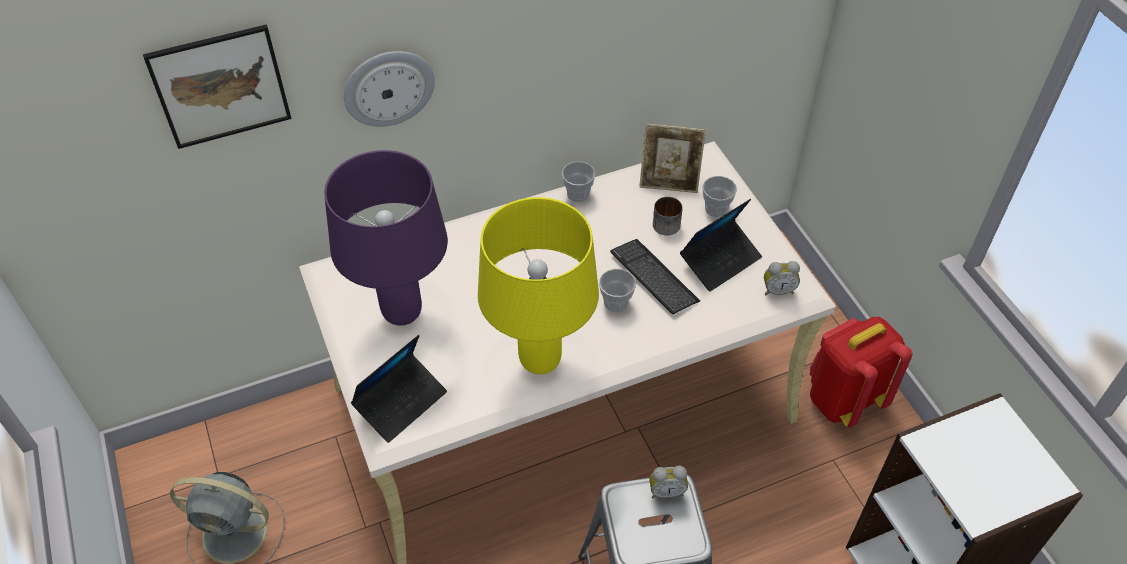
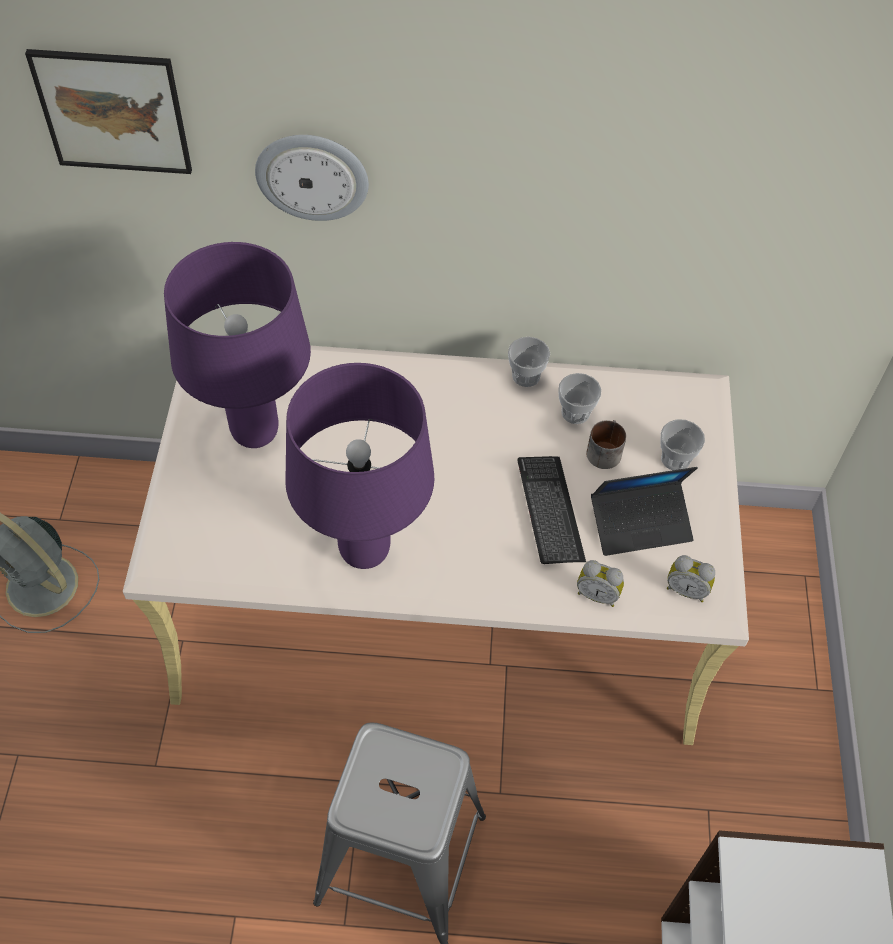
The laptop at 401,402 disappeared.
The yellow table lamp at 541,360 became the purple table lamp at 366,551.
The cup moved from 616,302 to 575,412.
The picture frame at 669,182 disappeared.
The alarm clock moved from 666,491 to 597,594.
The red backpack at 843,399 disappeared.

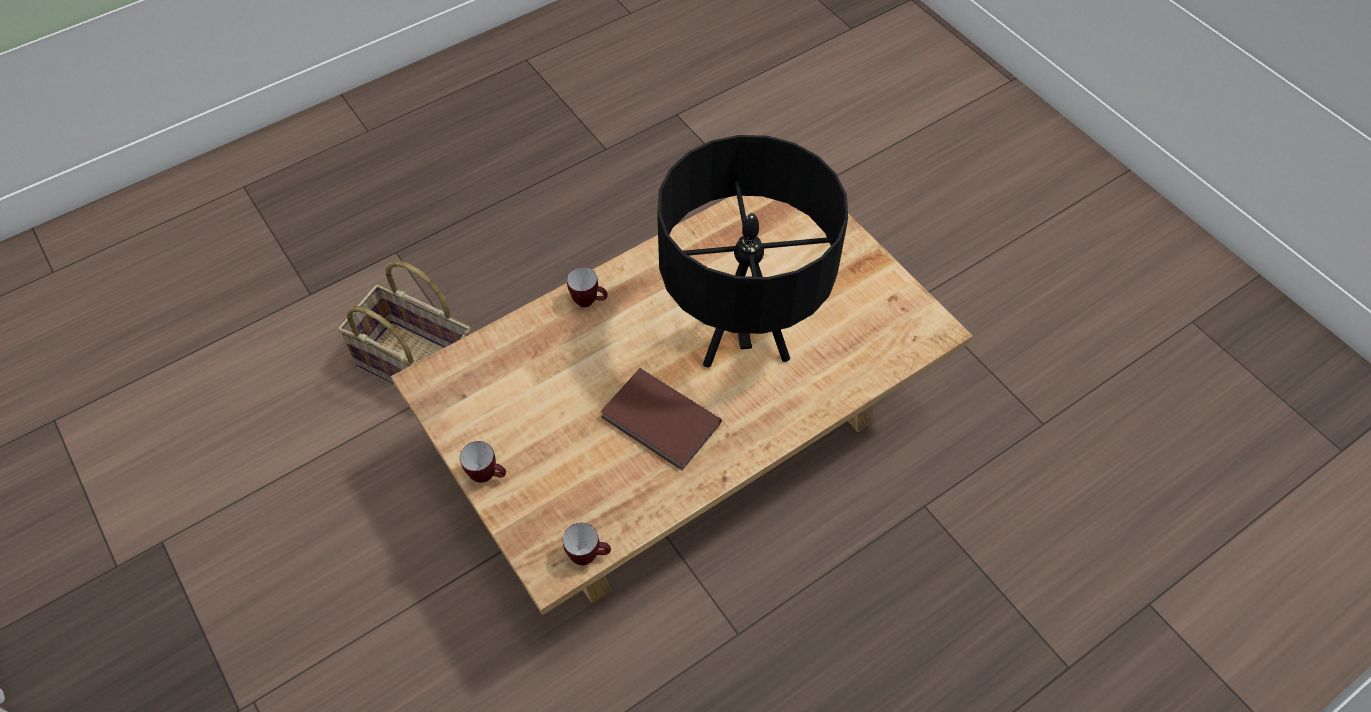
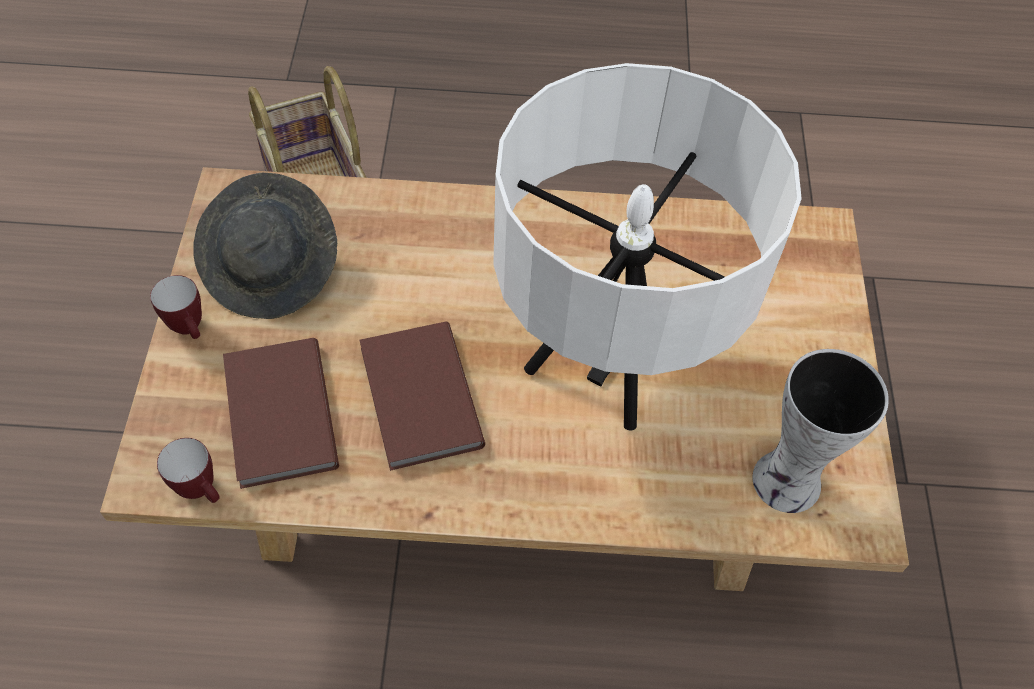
The mug at 589,302 disappeared.
The black table lamp at 743,329 became the white table lamp at 610,358.
The grey hat at 272,268 appeared.
The brown book at 277,416 appeared.
The vase at 783,482 appeared.

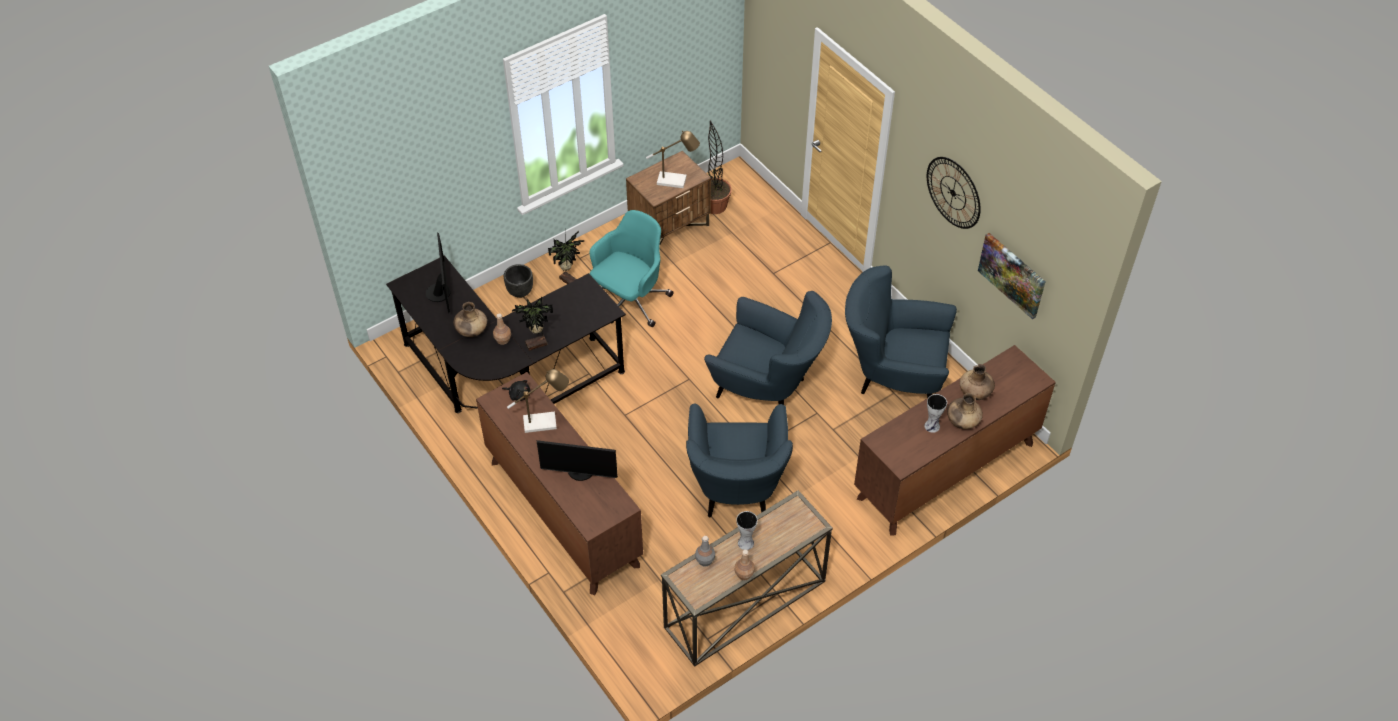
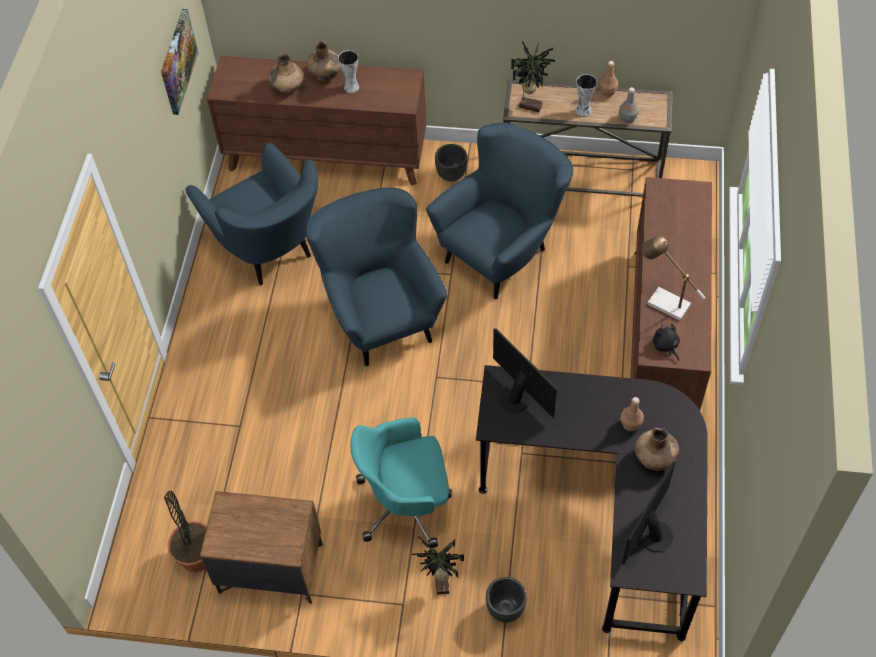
The potted plant moved from 537,345 to 530,105.
The monitor moved from 580,472 to 517,396.
The table lamp at 676,181 disappeared.
The wall clock at 953,192 disappeared.
The black planter at 451,175 appeared.

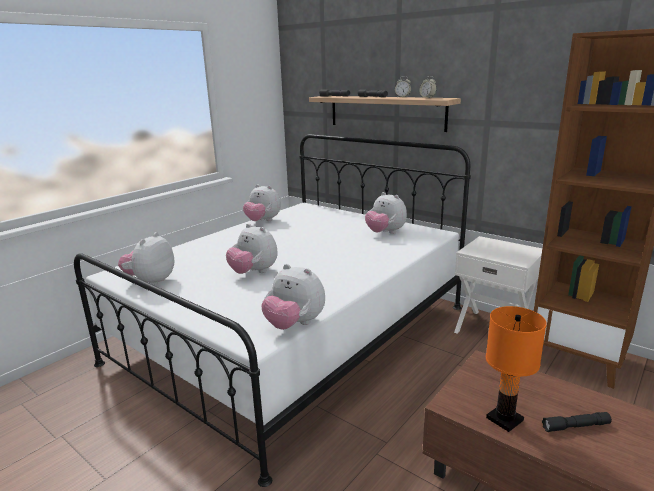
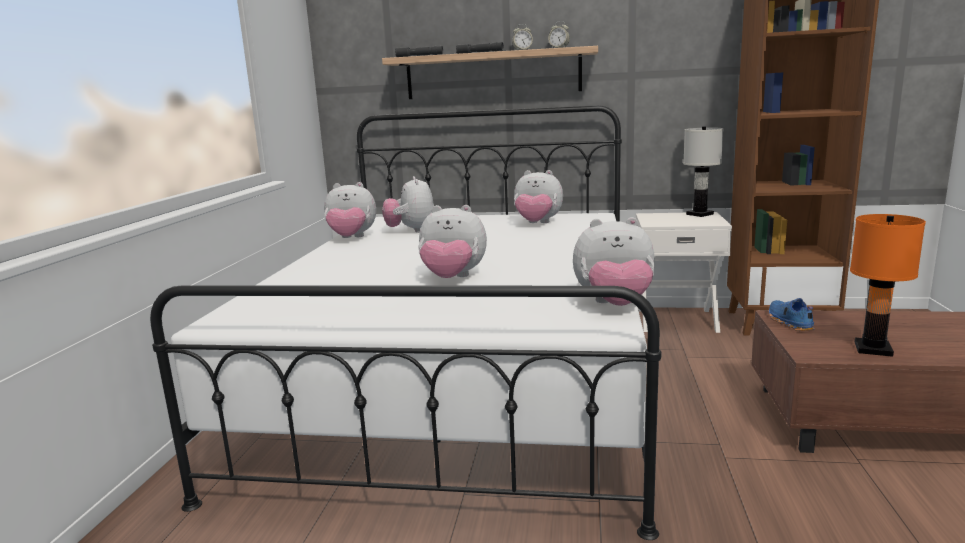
The plush toy moved from 151,281 to 411,231.
The black flashlight at 576,426 disappeared.
The white table lamp at 699,214 appeared.
The blue shoe at 789,322 appeared.

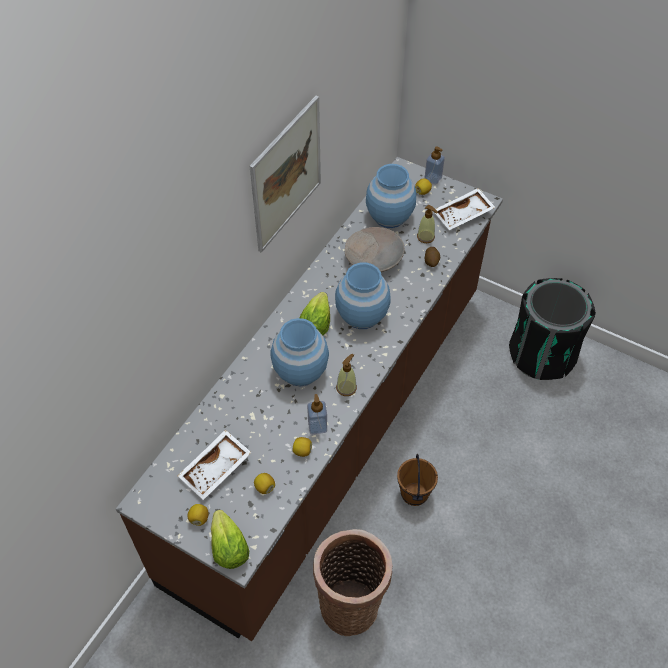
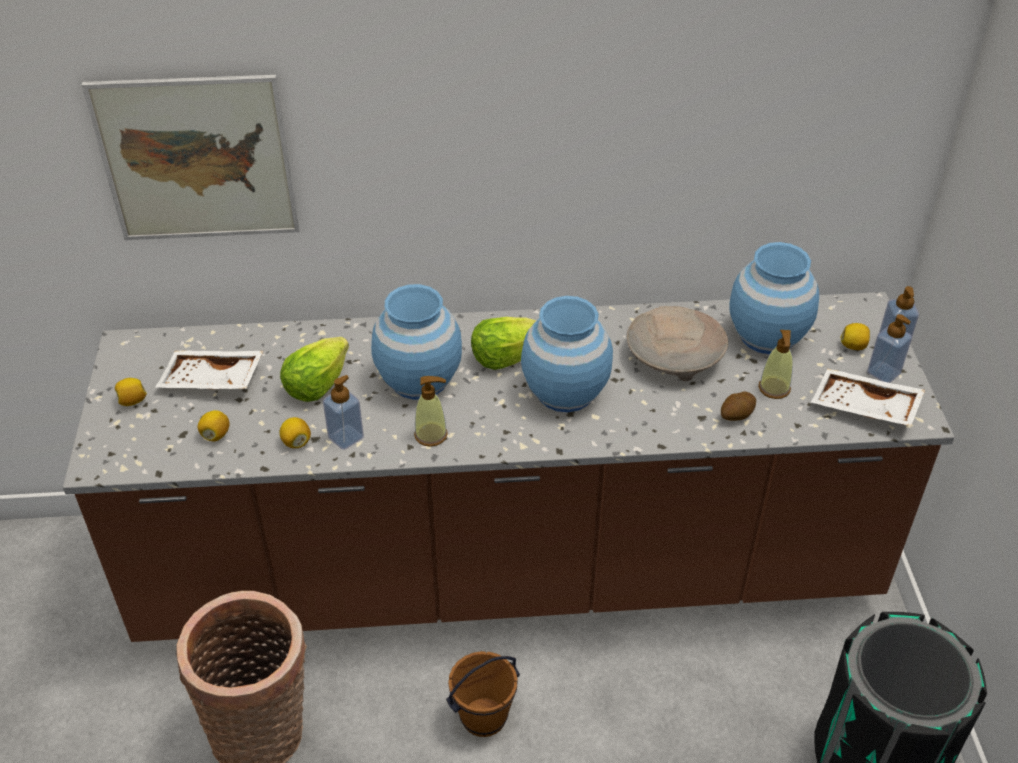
The lettuce moved from 229,548 to 316,385.
The picture moved from 286,174 to 197,159.
The soap dispenser at 883,373 appeared.

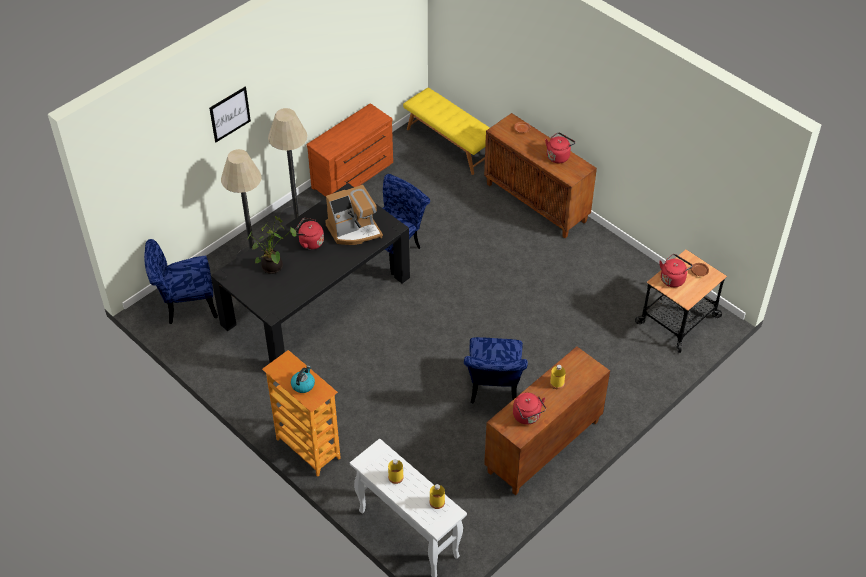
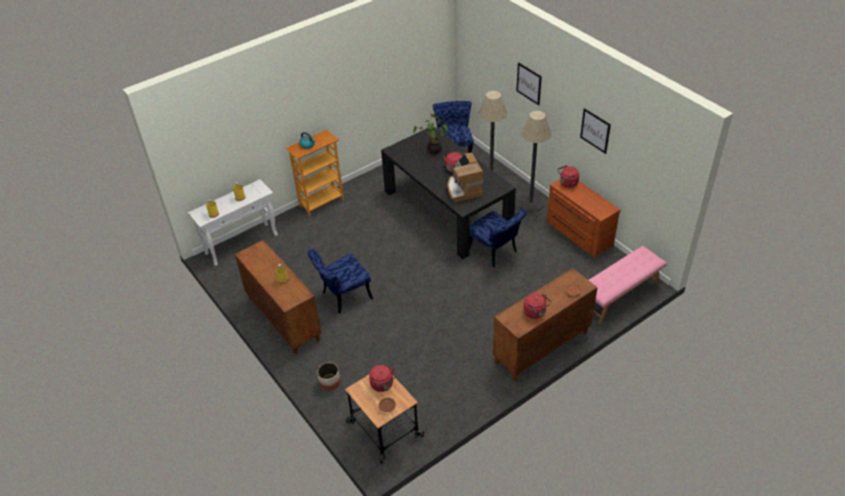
The yellow bench at 450,144 became the pink bench at 620,296.
The blue chair at 493,389 turned 45 degrees counterclockwise.
The red kettle moved from 528,417 to 567,183.
The planter at 329,382 appeared.
The picture at 595,130 appeared.

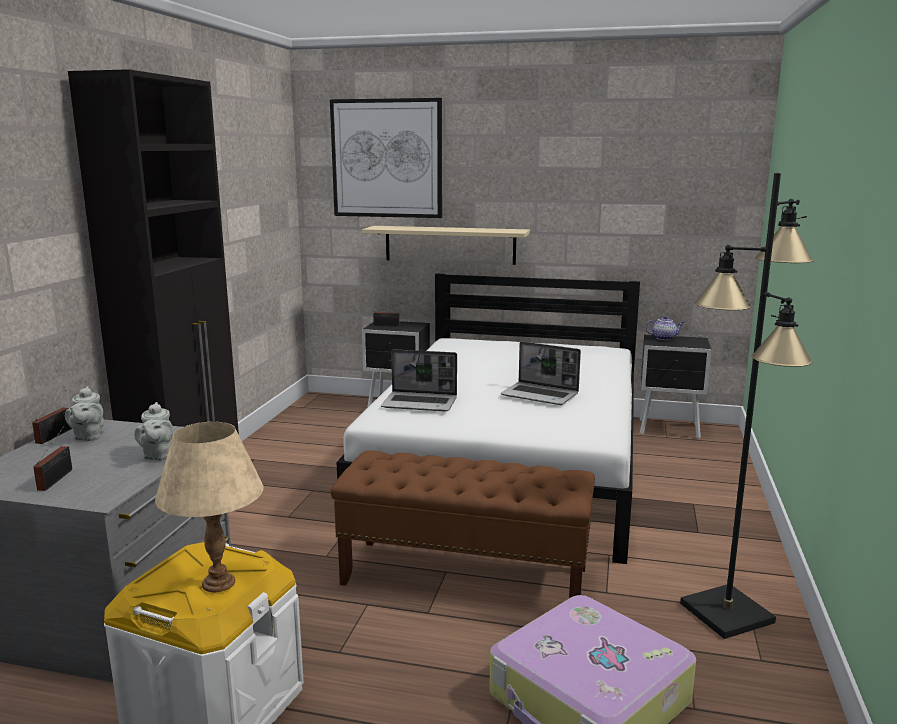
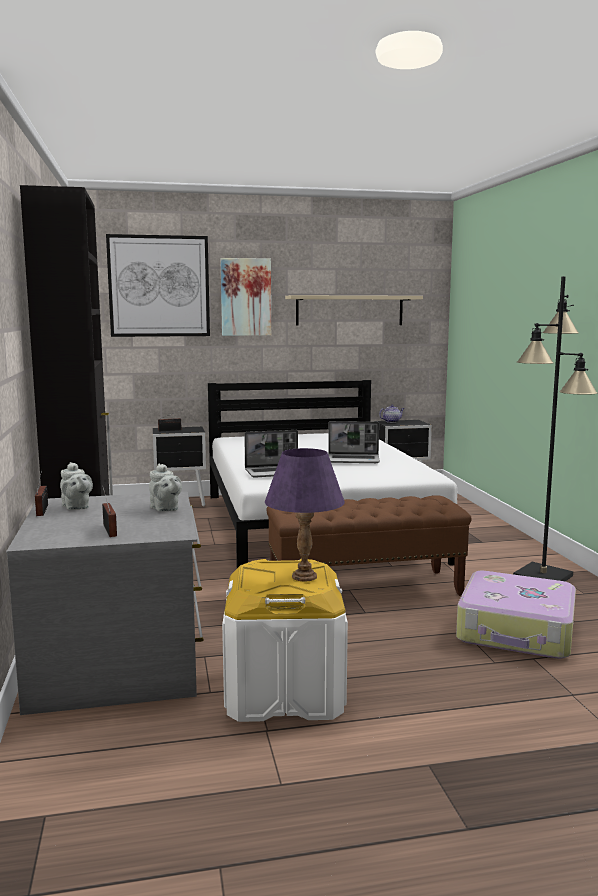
The beige table lamp at 218,583 became the purple table lamp at 304,577.
The beige shelf moved from 450,245 to 349,310.
The picture at 246,297 appeared.

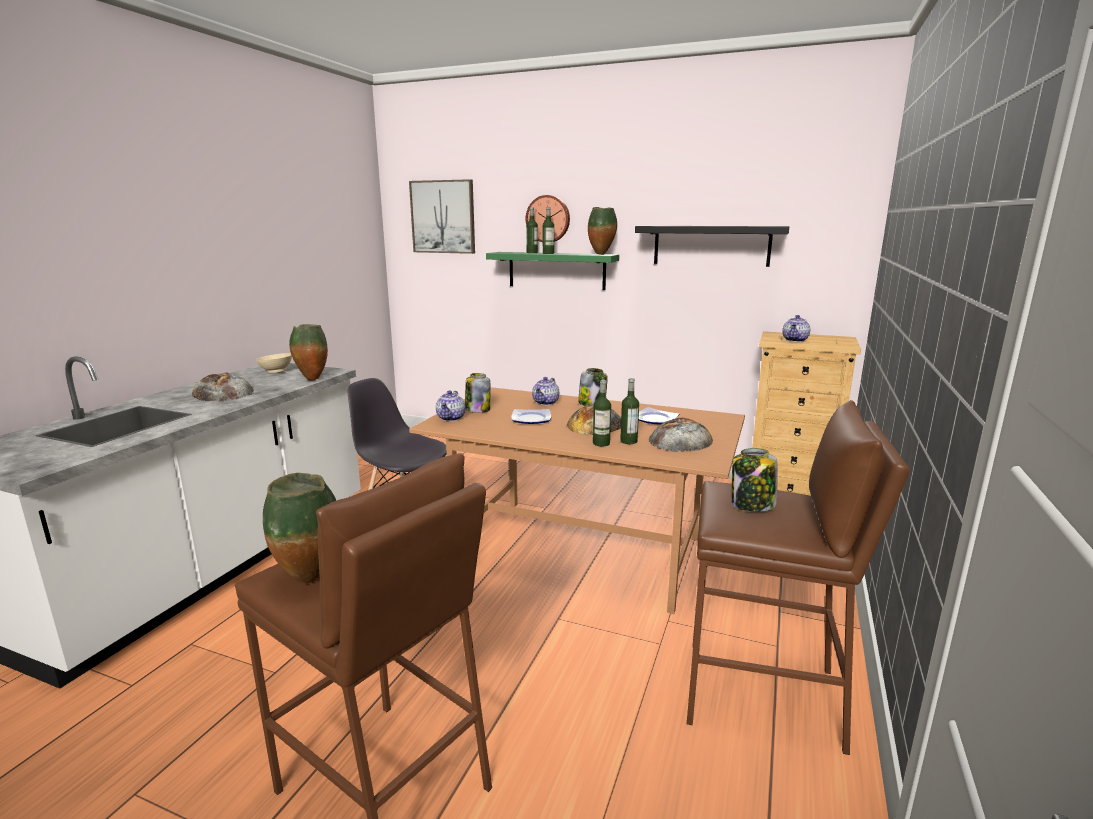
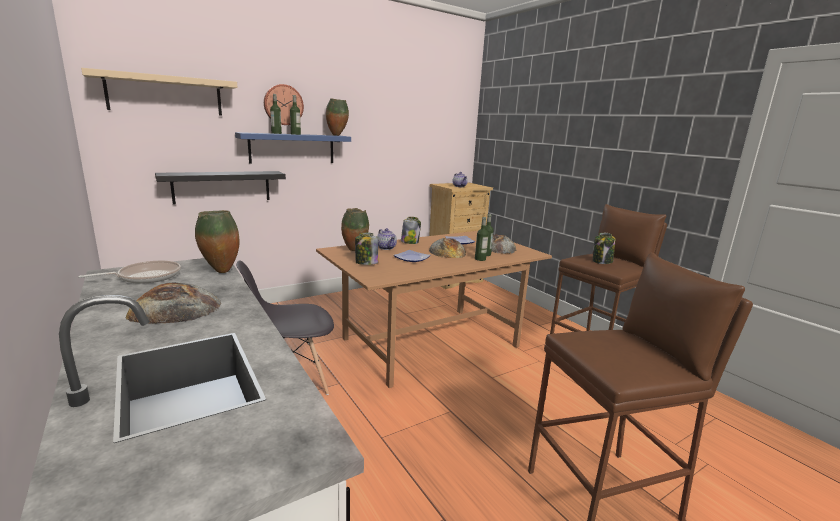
The beige bowl at 276,371 was replaced by the frying pan at 146,277.
The vase moved from 311,580 to 355,250.
The picture at 443,217 was replaced by the beige shelf at 165,95.
The teapot at 451,418 disappeared.
The green shelf at 556,270 became the blue shelf at 292,148.
The black shelf moved from 711,245 to 222,187.

